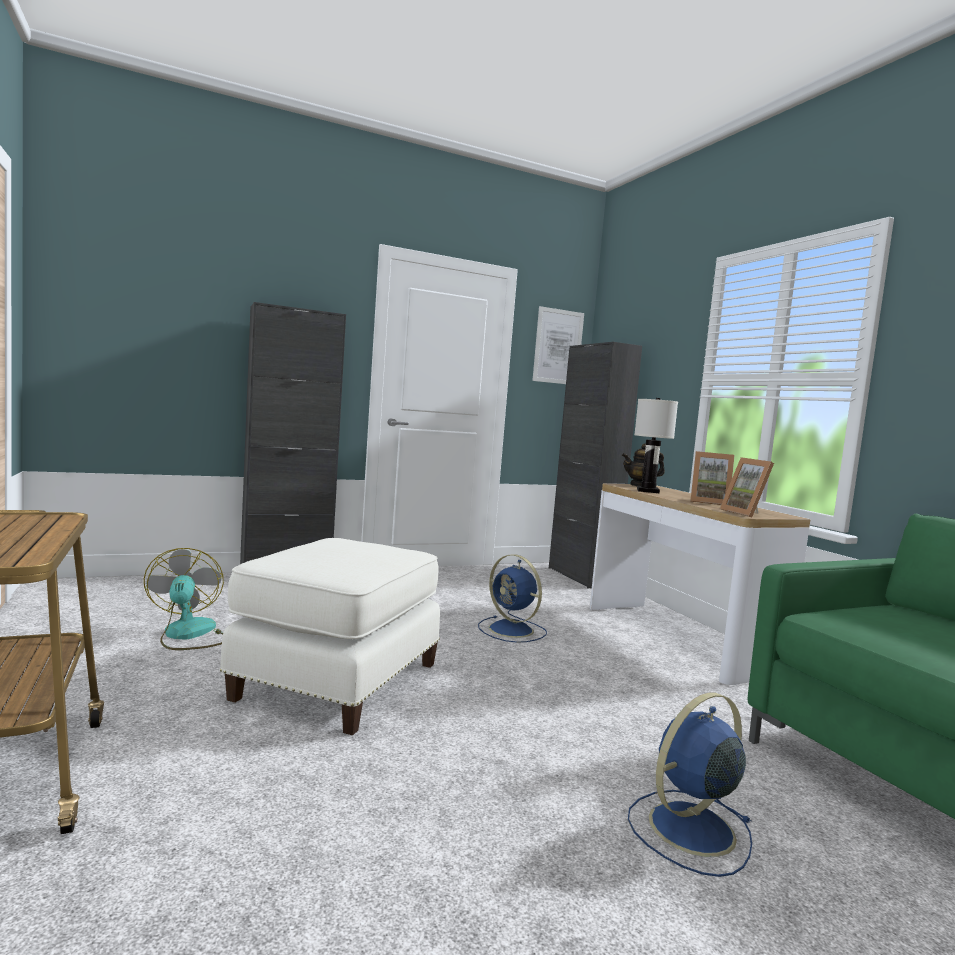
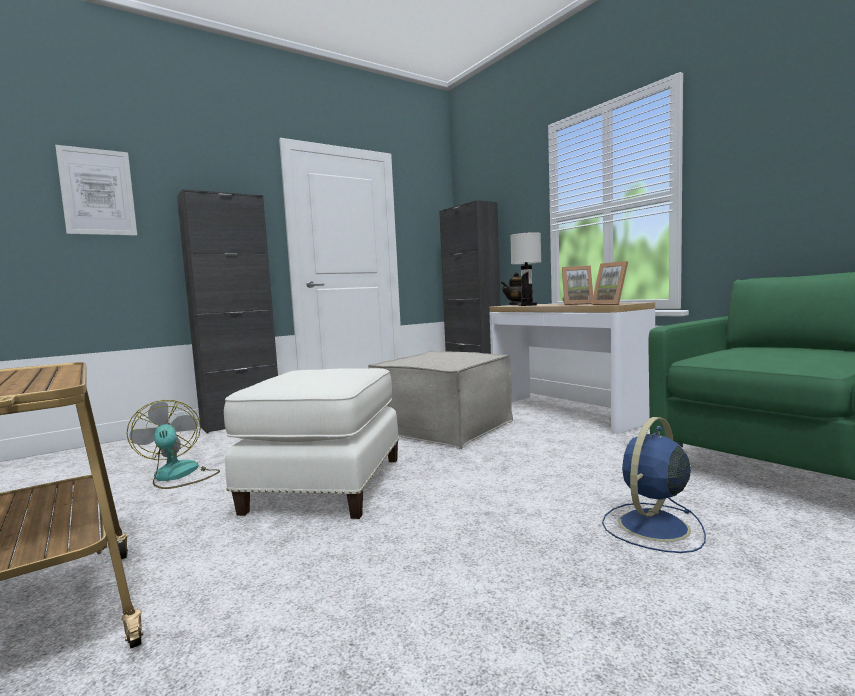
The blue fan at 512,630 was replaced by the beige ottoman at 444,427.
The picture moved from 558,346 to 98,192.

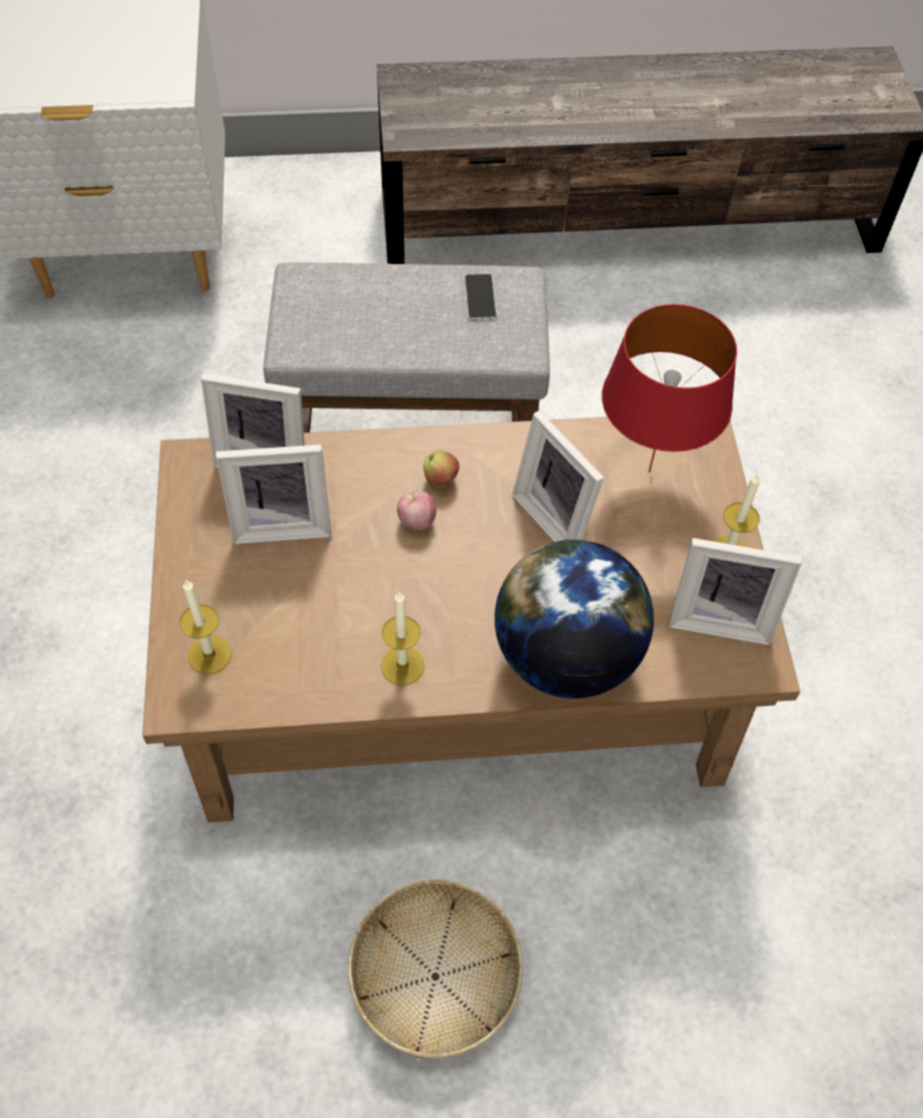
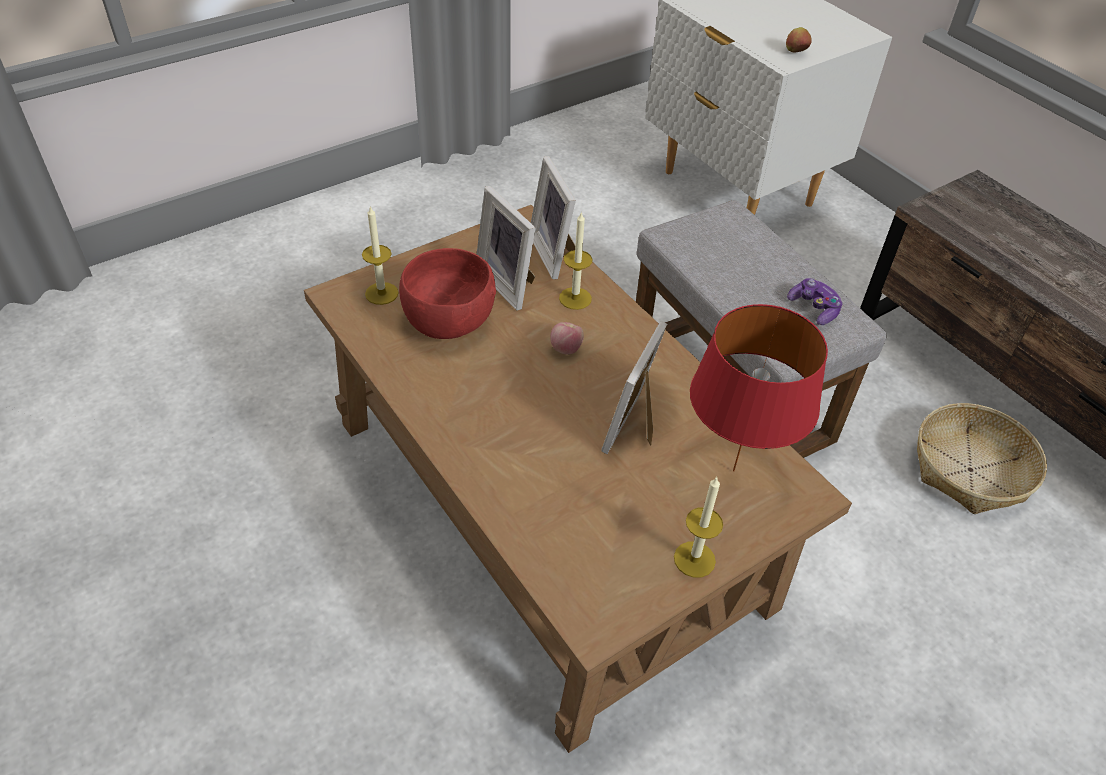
The basket moved from 435,977 to 969,470.
The candle moved from 402,665 to 575,298.
The apple moved from 440,480 to 795,52.
The phone at 480,298 was replaced by the game controller at 814,308.
The globe at 566,656 disappeared.
The picture frame at 720,617 disappeared.
The red bowl at 449,321 appeared.

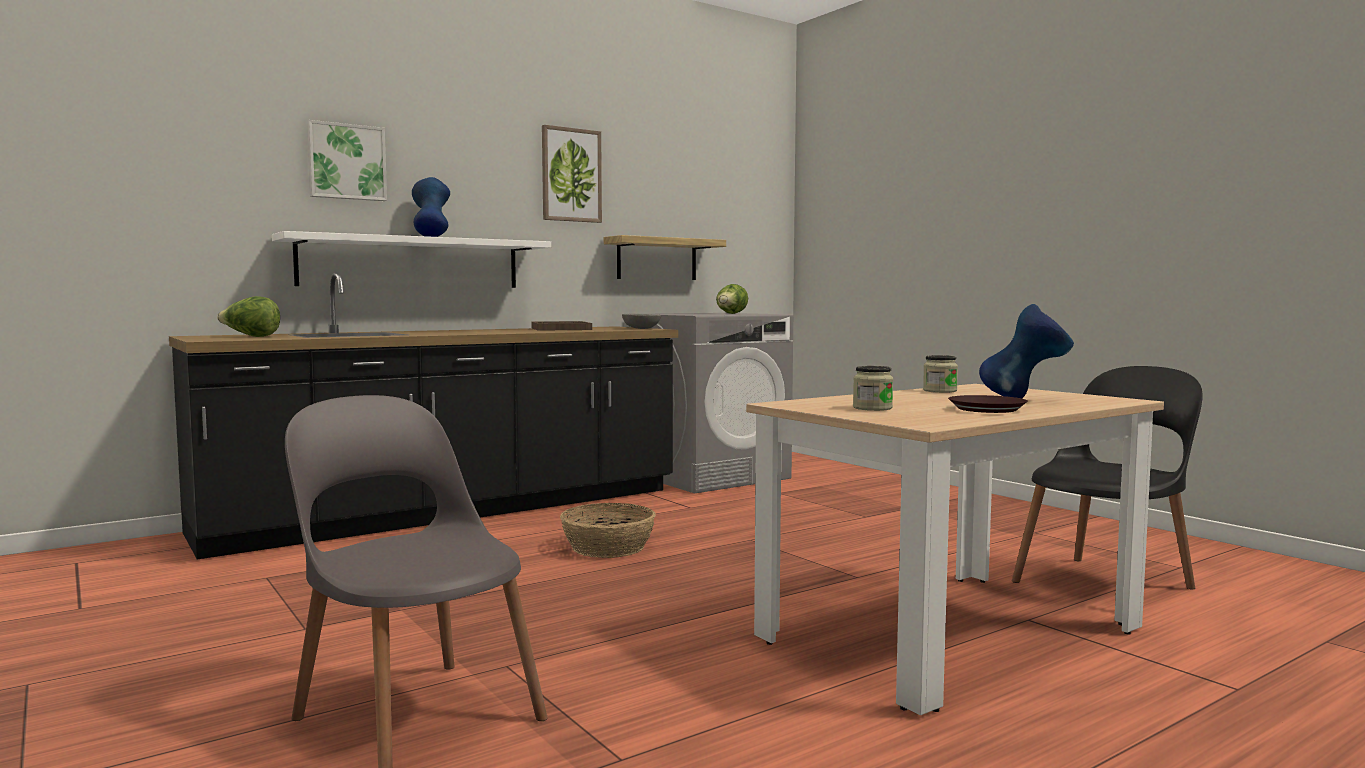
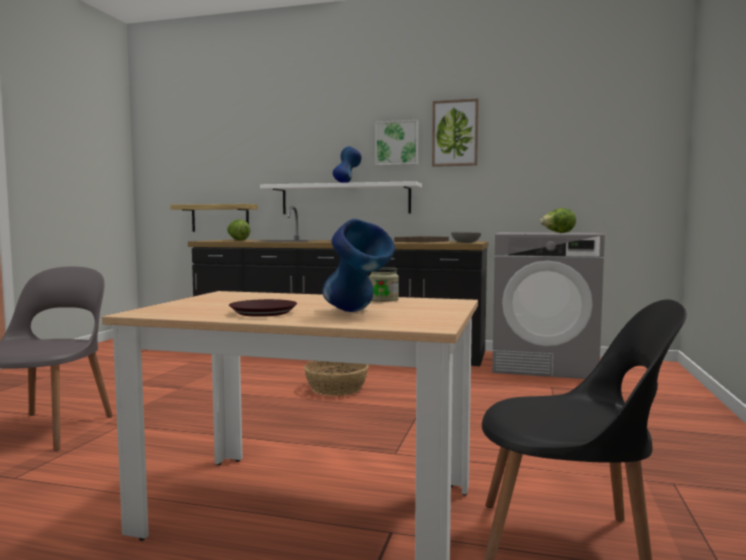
The picture moved from 346,162 to 397,143.
The shelf moved from 657,259 to 220,218.
The jar at 872,408 disappeared.

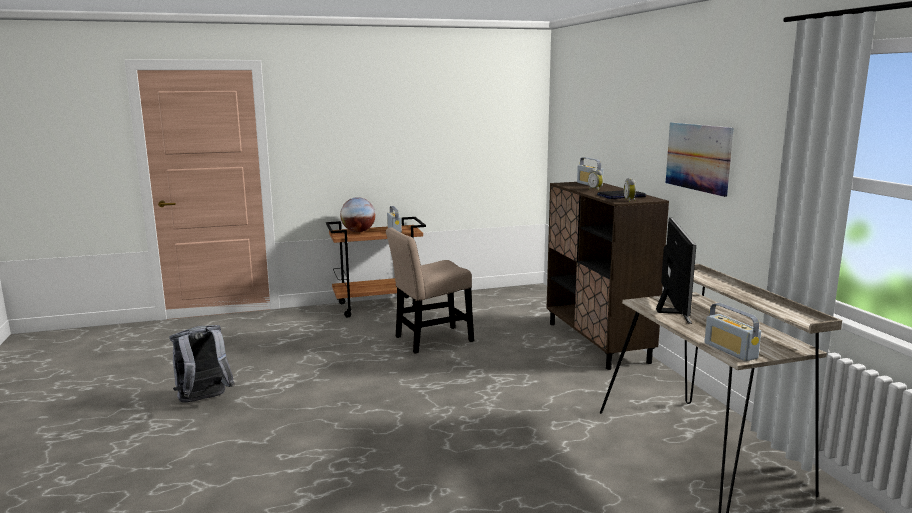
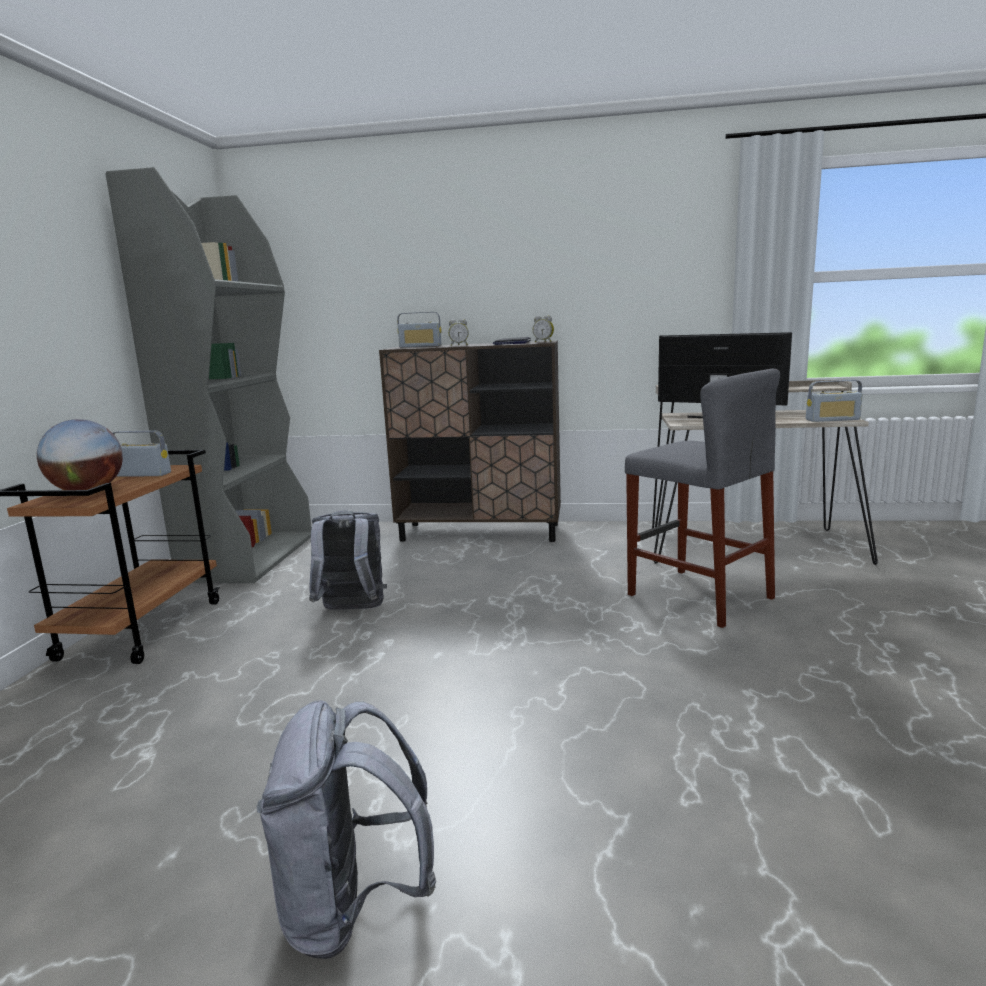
The beige chair at 430,340 was replaced by the grey backpack at 352,611.
The picture at 698,157 disappeared.
The grey bookcase at 249,557 appeared.
The grey stool at 699,596 appeared.

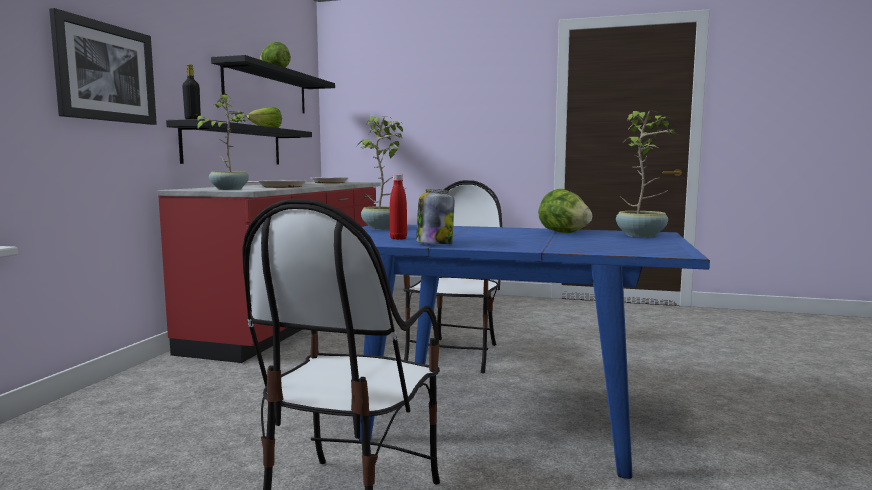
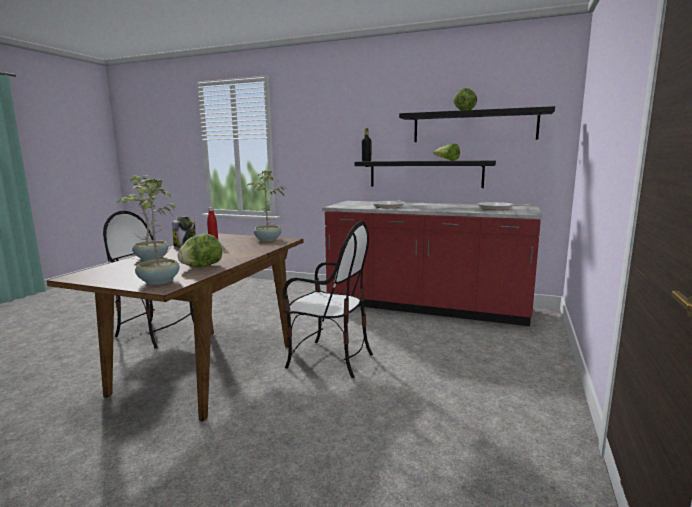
The picture at 105,72 disappeared.
The potted plant moved from 229,189 to 153,258.
The blue dining table at 499,416 became the brown dining table at 208,367.

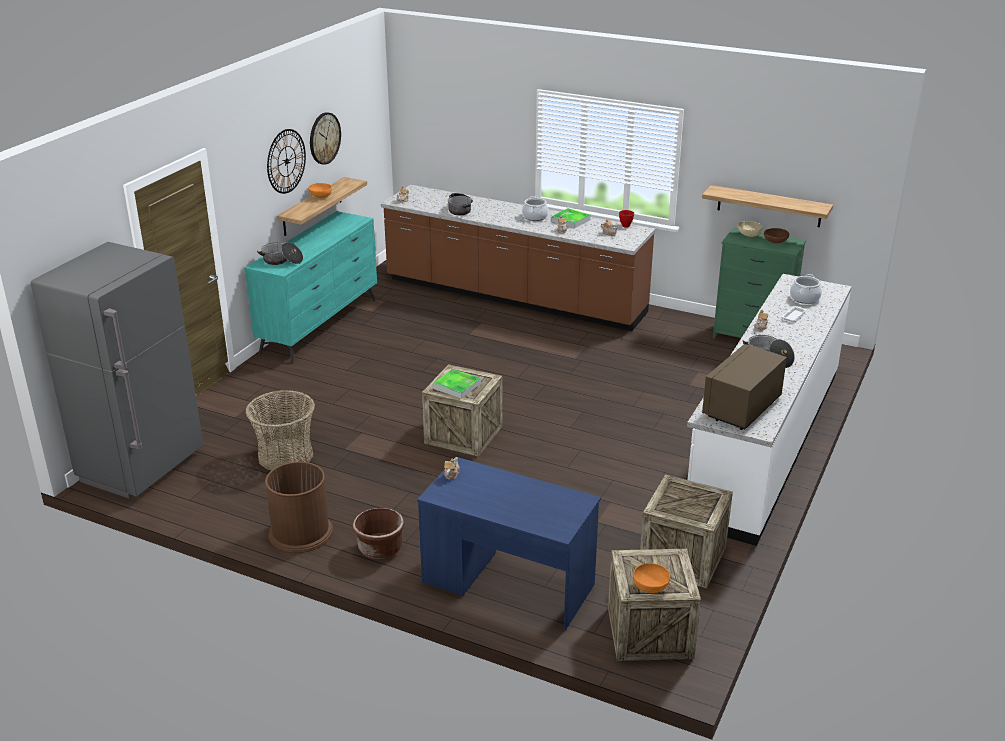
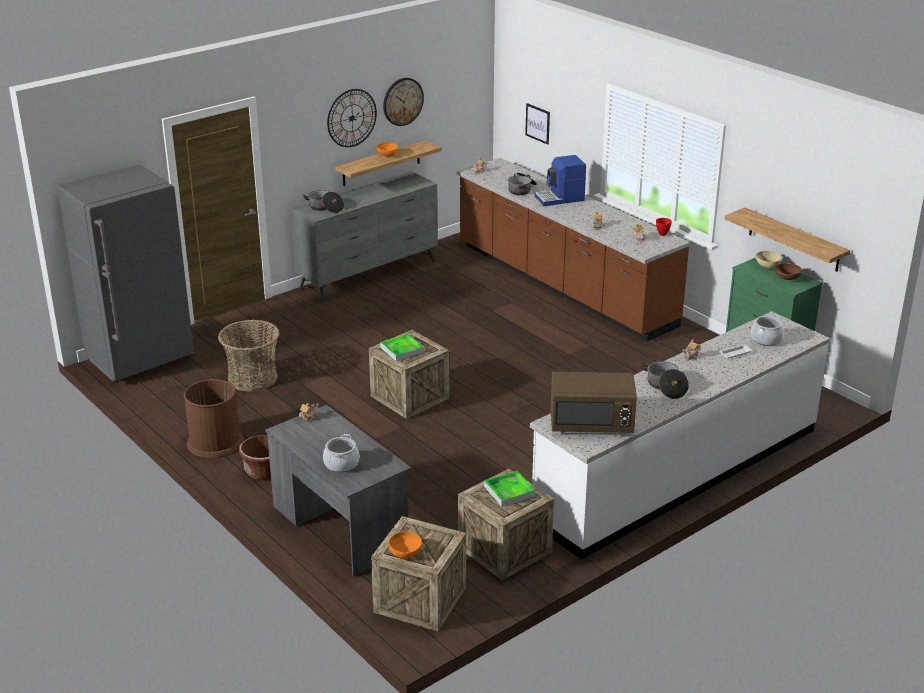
The turquoise dresser at 320,326 became the grey dresser at 369,275.
The blue desk at 508,583 became the grey desk at 340,527.
The cooking pot moved from 535,217 to 341,464.
The tray moved from 570,220 to 509,491.
The brown microwave at 742,408 turned 150 degrees counterclockwise.
The picture at 537,123 appeared.
The coffee machine at 560,199 appeared.

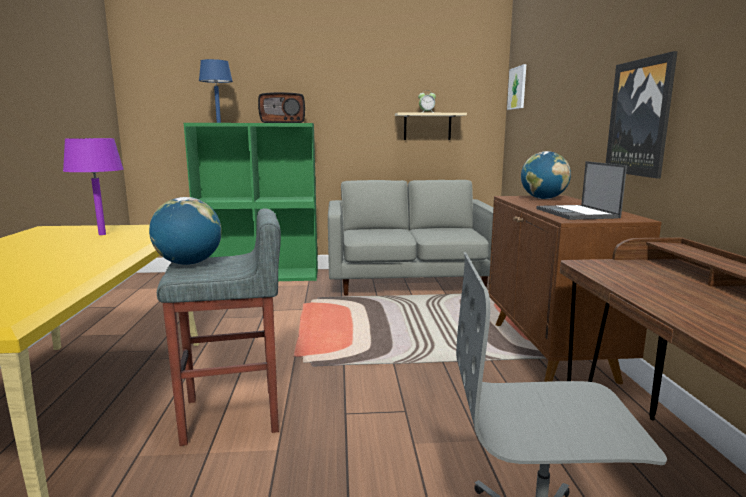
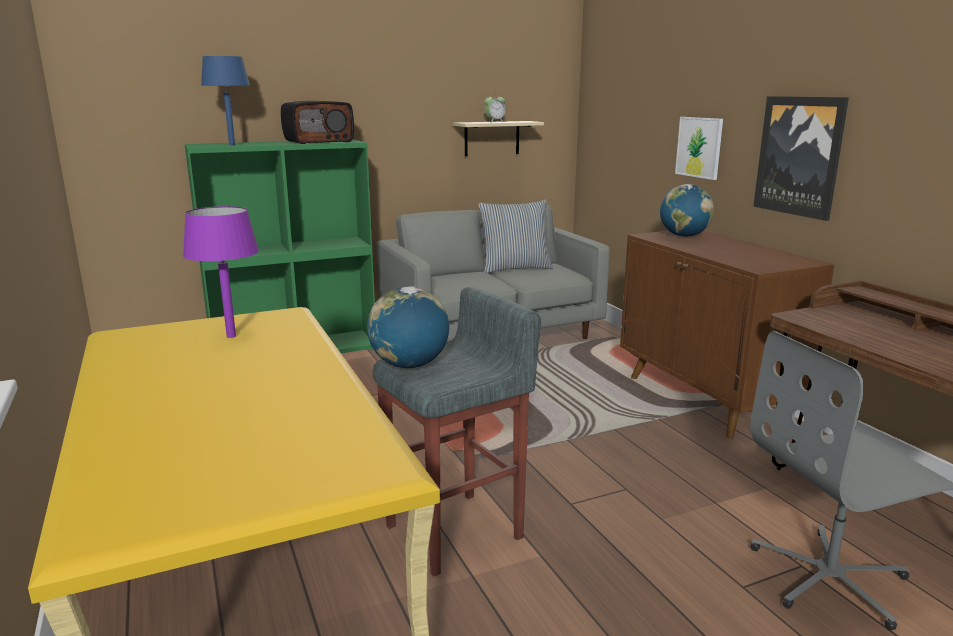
The picture moved from 517,88 to 699,147.
The laptop at 577,213 disappeared.
The pillow at 515,268 appeared.

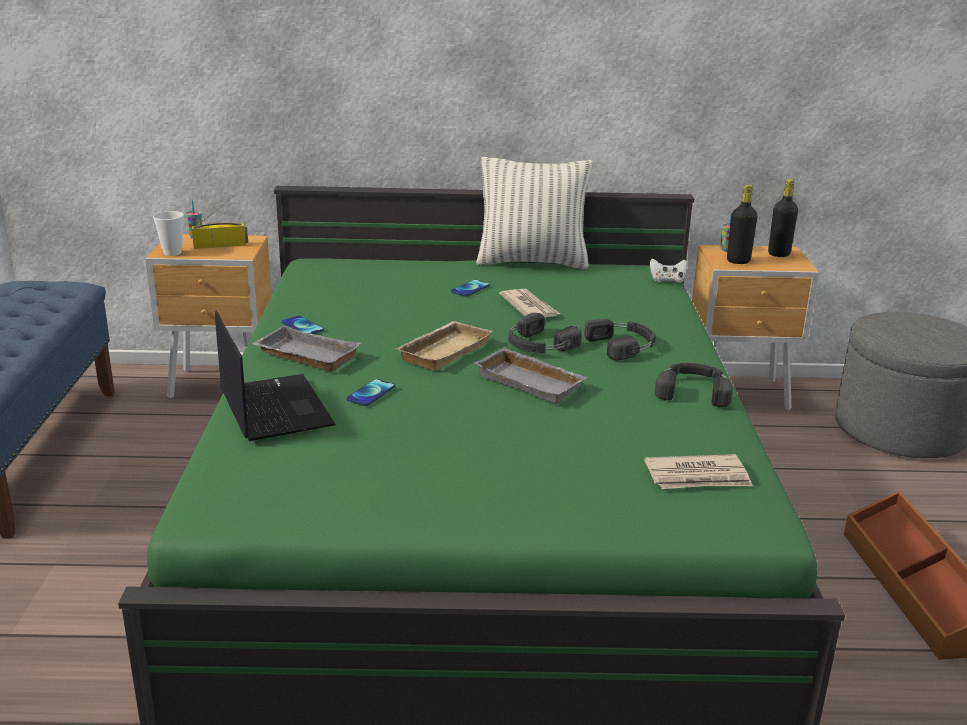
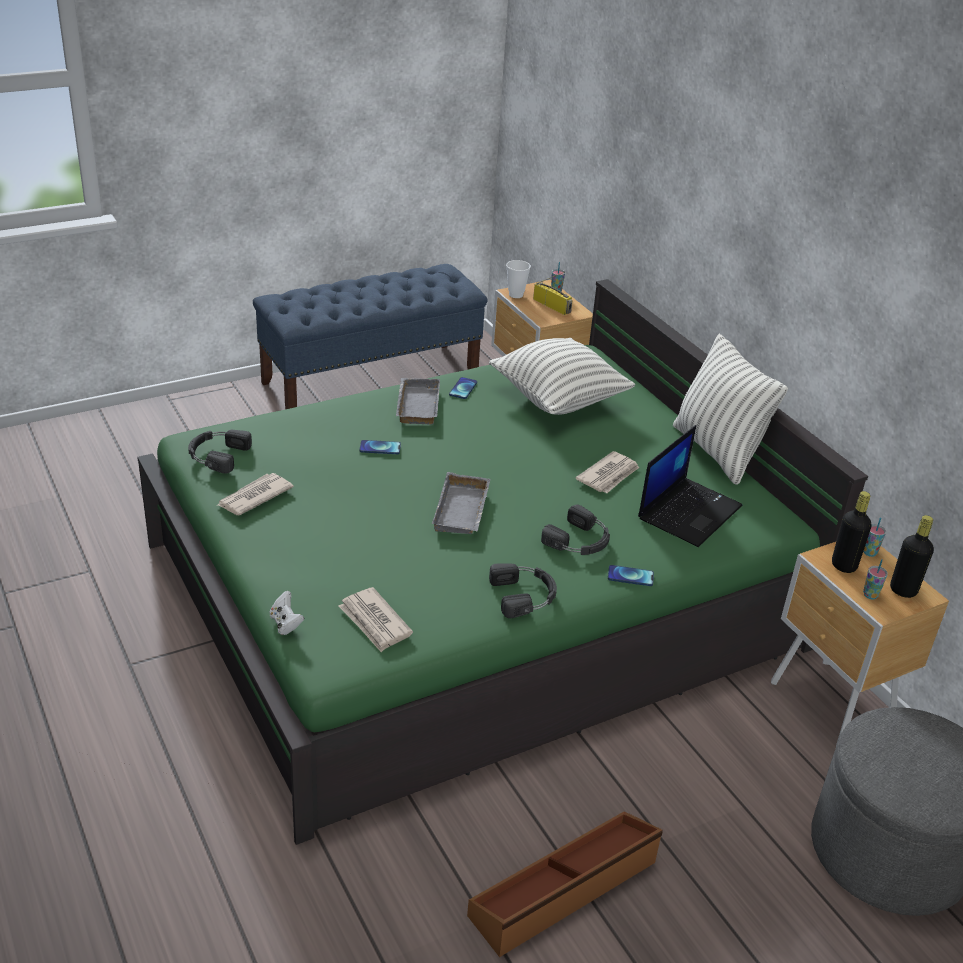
The laptop moved from 273,408 to 689,511.
The beige tray at 443,350 disappeared.
The phone moved from 470,289 to 630,576.
The black headphones moved from 538,345 to 217,455.
The white game controller moved from 667,280 to 286,624.
The newspaper at 254,497 appeared.
The pillow at 558,400 appeared.
The cup at 870,595 appeared.

